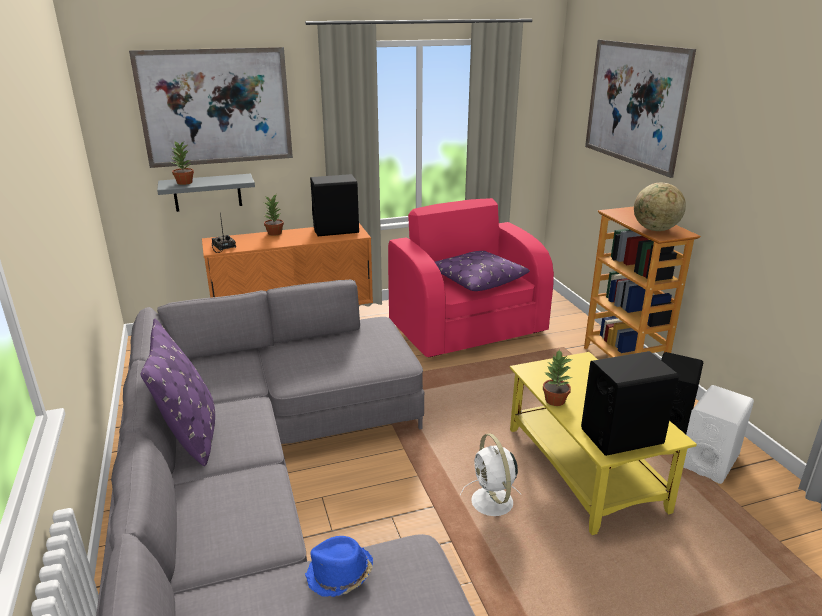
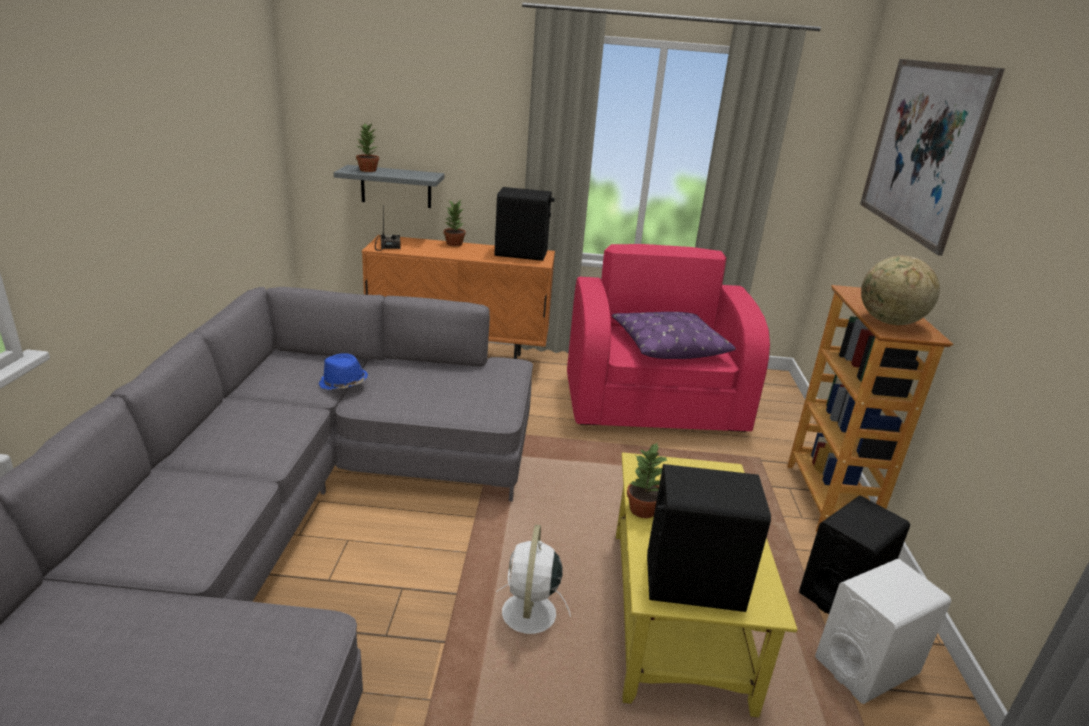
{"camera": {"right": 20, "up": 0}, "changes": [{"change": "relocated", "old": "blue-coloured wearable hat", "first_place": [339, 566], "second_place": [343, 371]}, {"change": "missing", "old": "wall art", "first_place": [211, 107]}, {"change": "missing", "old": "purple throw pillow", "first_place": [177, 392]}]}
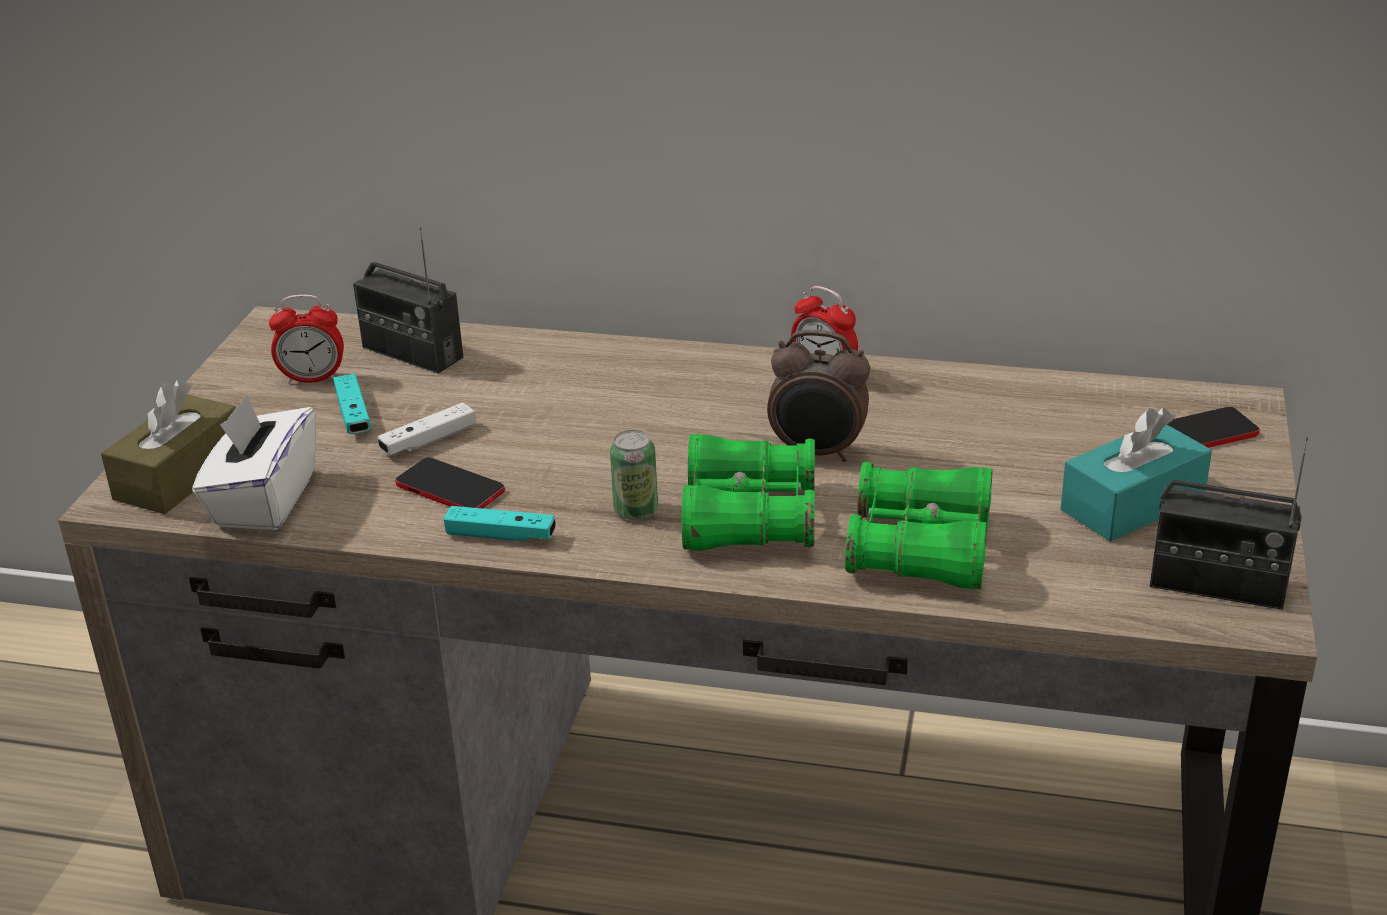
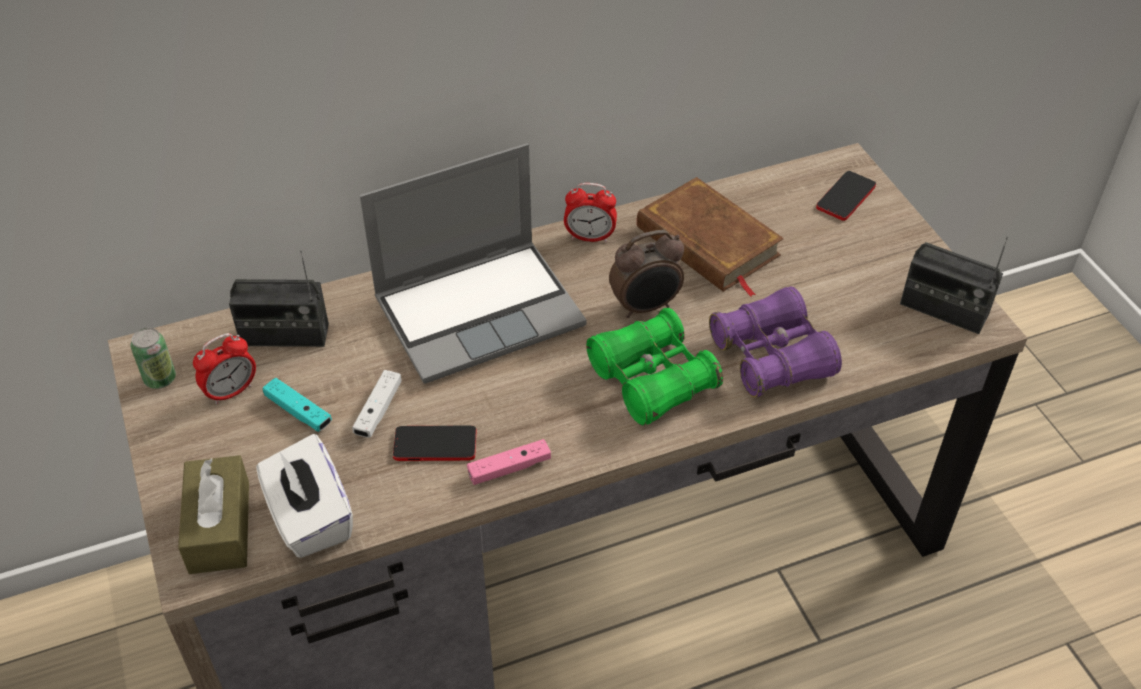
{"camera": {"right": -35, "up": 15}, "changes": [{"change": "relocated", "old": "metal can", "first_place": [634, 475], "second_place": [153, 358]}, {"change": "appeared", "new": "portable computer", "second_place": [473, 263]}, {"change": "colour", "old": "turquoise joypad", "new": "pink joypad", "first_place": [499, 523], "second_place": [509, 462]}, {"change": "appeared", "new": "brown-coloured bound book", "second_place": [710, 237]}, {"change": "colour", "old": "green-coloured pair of binoculars", "new": "purple pair of binoculars", "first_place": [919, 526], "second_place": [775, 341]}, {"change": "spun", "old": "radio receiver", "first_place": [1229, 523], "second_place": [954, 285], "degrees": 45}, {"change": "missing", "old": "turquoise tissue box", "first_place": [1136, 475]}]}
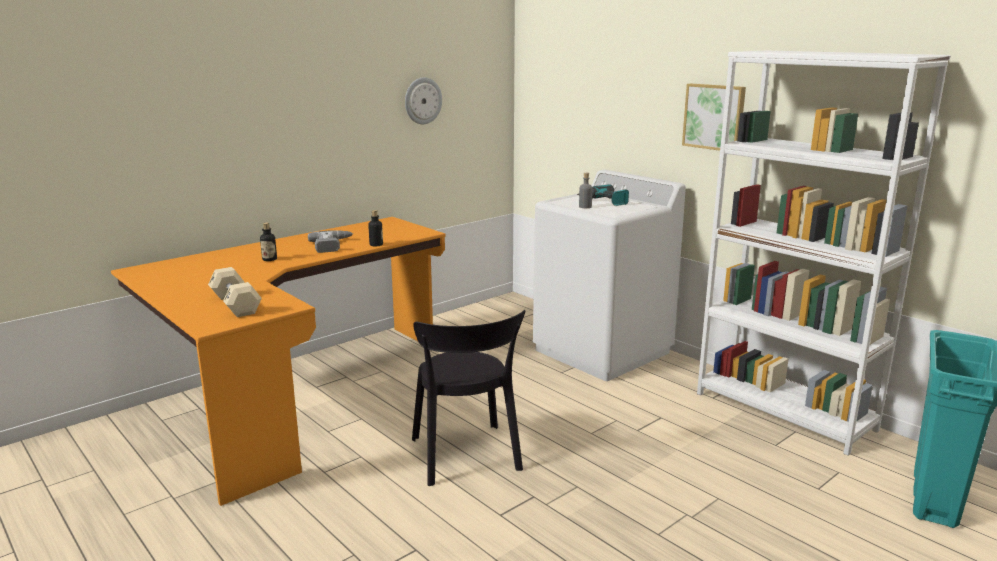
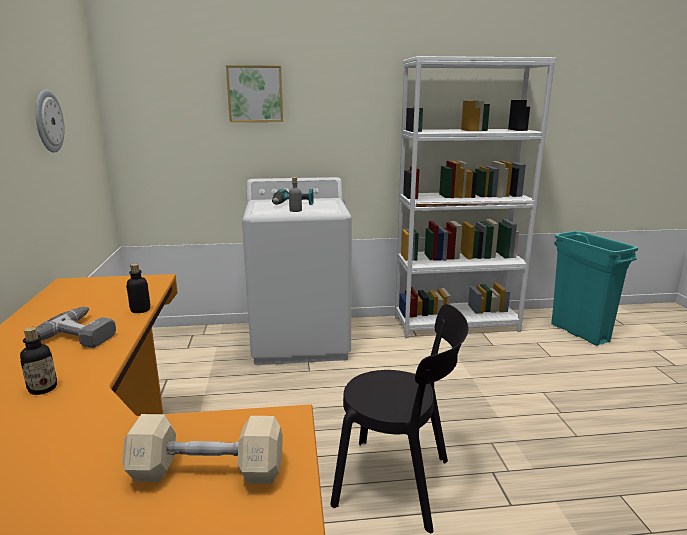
{"camera": {"right": -55, "up": 0}, "changes": [{"change": "relocated", "old": "wall art", "first_place": [714, 117], "second_place": [254, 93]}]}
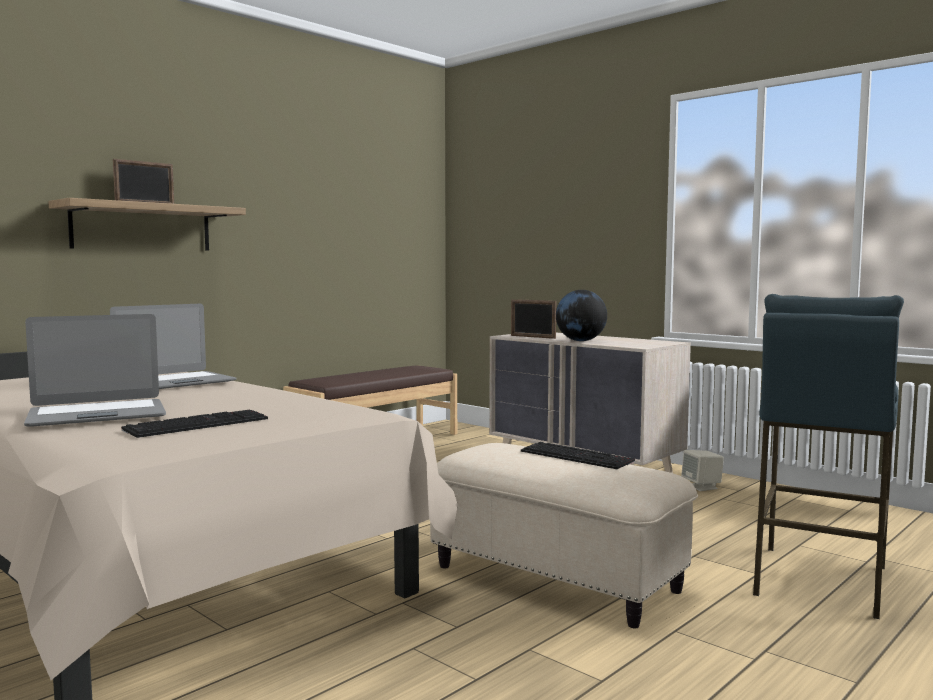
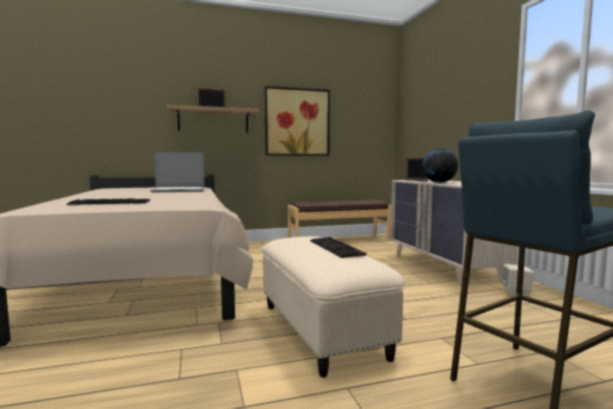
{"camera": {"right": 30, "up": 0}, "changes": [{"change": "appeared", "new": "wall art", "second_place": [297, 121]}, {"change": "missing", "old": "portable computer", "first_place": [95, 370]}]}
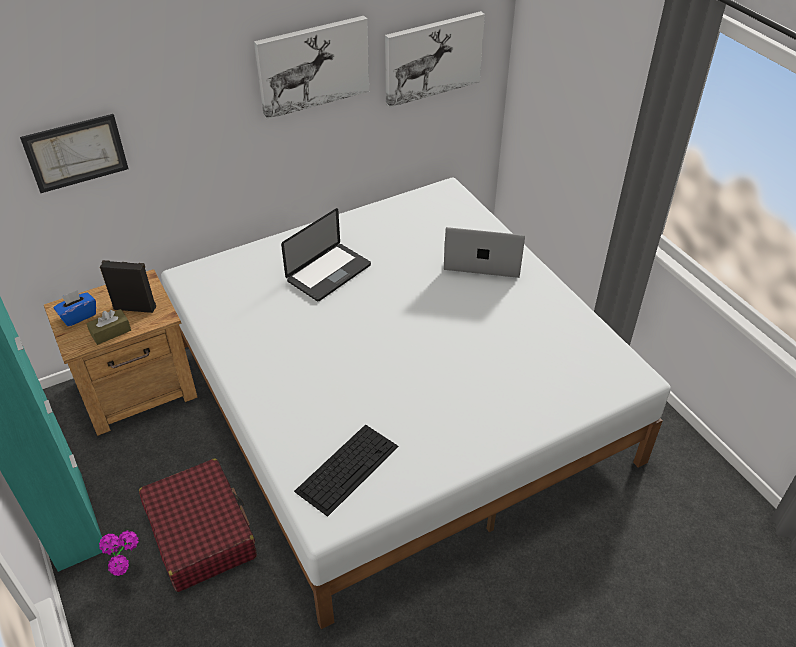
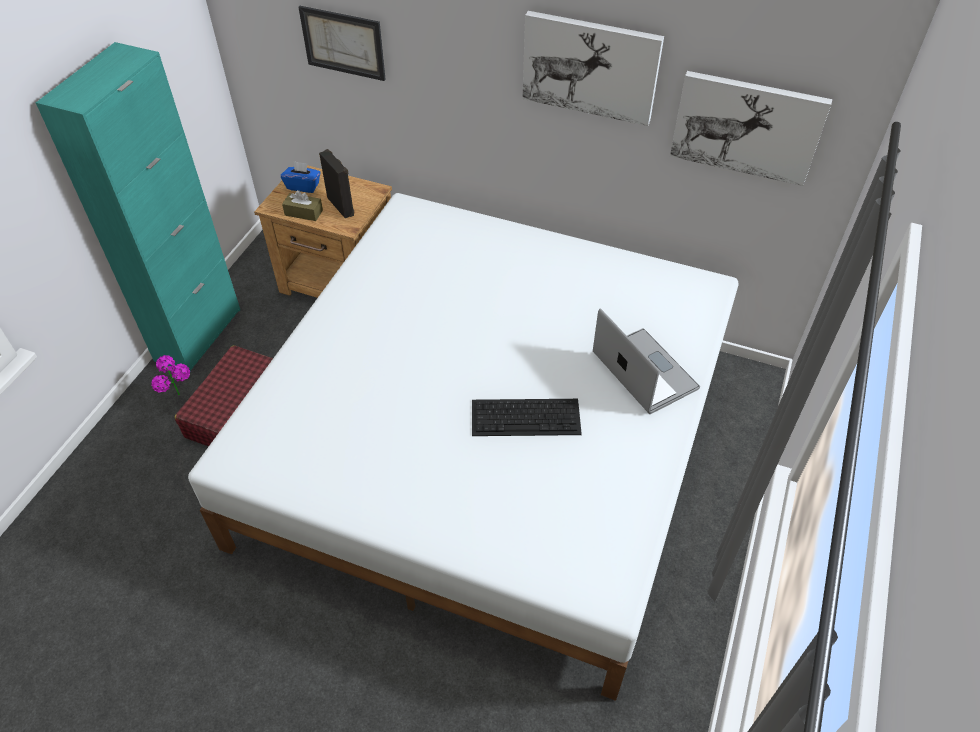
{"camera": {"right": 50, "up": 5}, "changes": [{"change": "relocated", "old": "PC keyboard", "first_place": [346, 470], "second_place": [527, 417]}, {"change": "missing", "old": "portable computer", "first_place": [326, 254]}]}
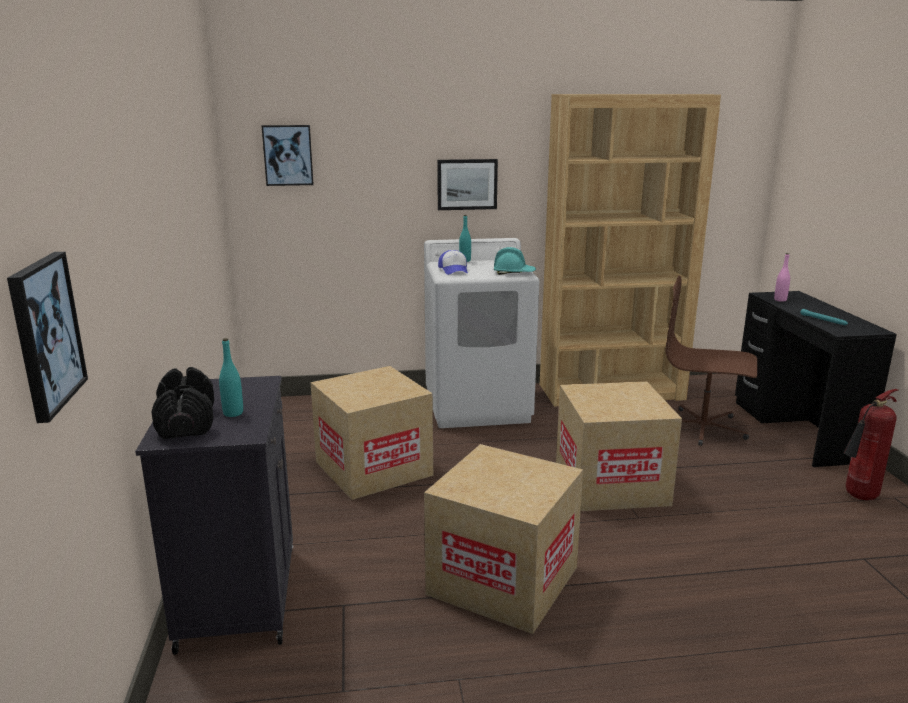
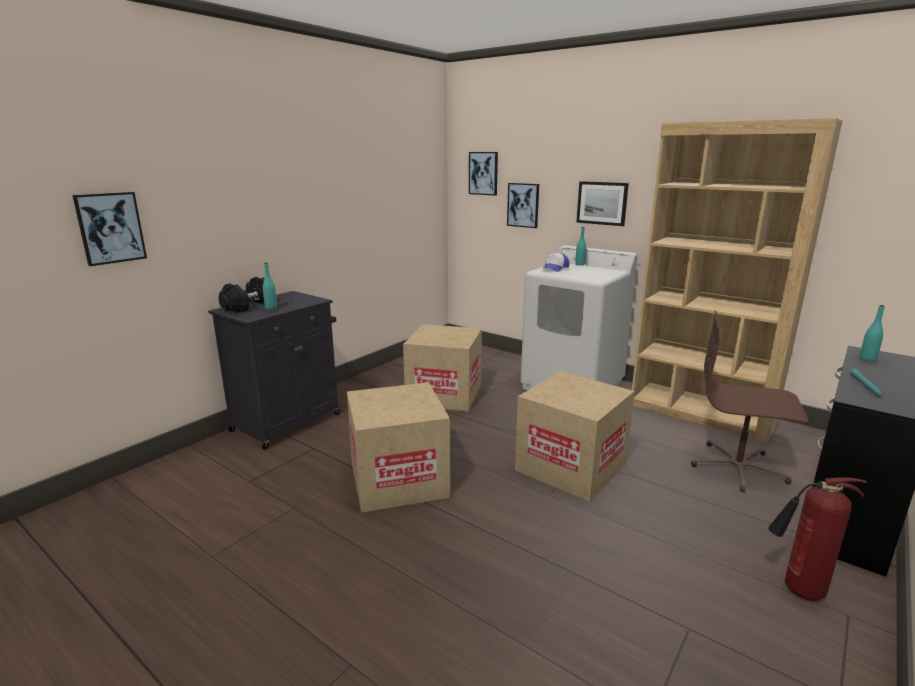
{"camera": {"right": 45, "up": 0}, "changes": [{"change": "appeared", "new": "wall art", "second_place": [523, 205]}, {"change": "spun", "old": "brown-coloured office chair", "first_place": [711, 361], "second_place": [750, 401], "degrees": -45}, {"change": "colour", "old": "pink bottle", "new": "turquoise bottle", "first_place": [782, 277], "second_place": [872, 333]}, {"change": "missing", "old": "turquoise hard hat", "first_place": [515, 261]}]}
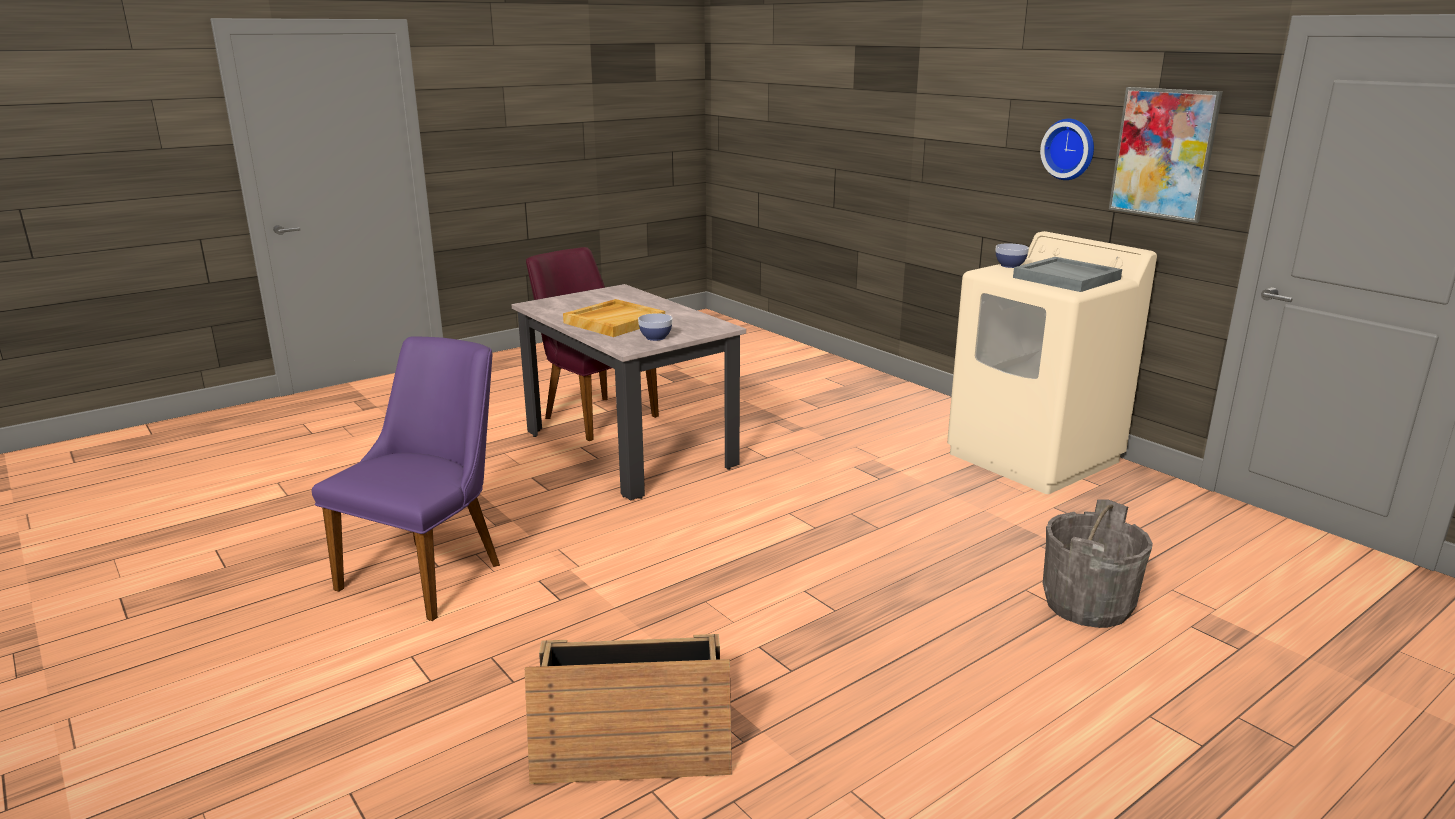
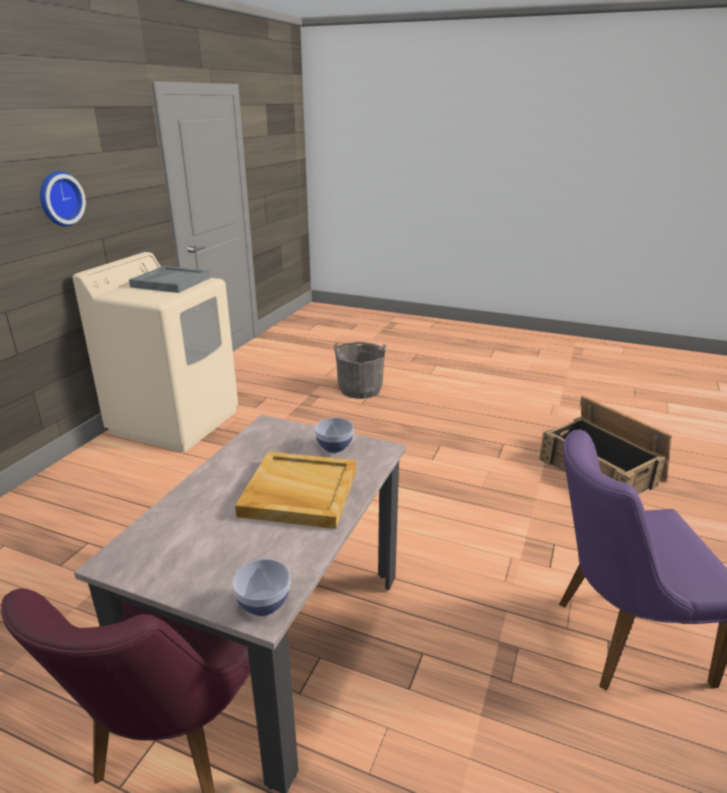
{"camera": {"right": -120, "up": 5}, "changes": [{"change": "relocated", "old": "bowl", "first_place": [1012, 255], "second_place": [261, 587]}, {"change": "missing", "old": "wall art", "first_place": [1165, 155]}]}
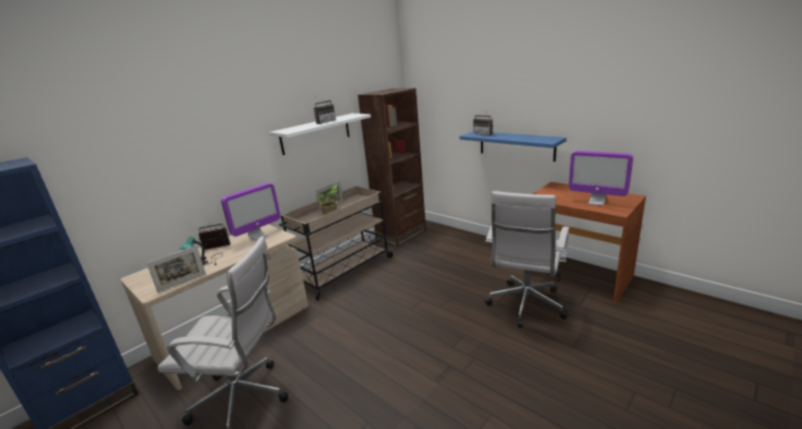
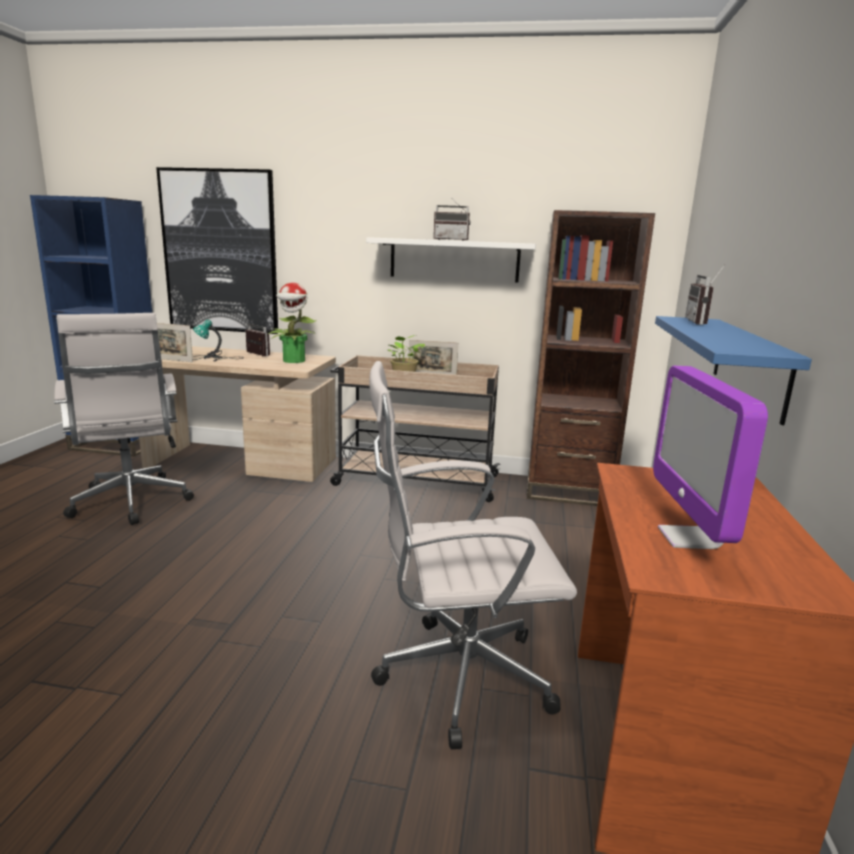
{"camera": {"right": 55, "up": -5}, "changes": [{"change": "appeared", "new": "wall art", "second_place": [217, 250]}, {"change": "exchanged", "old": "computer display", "new": "potted plant", "first_place": [251, 212], "second_place": [291, 322]}]}
